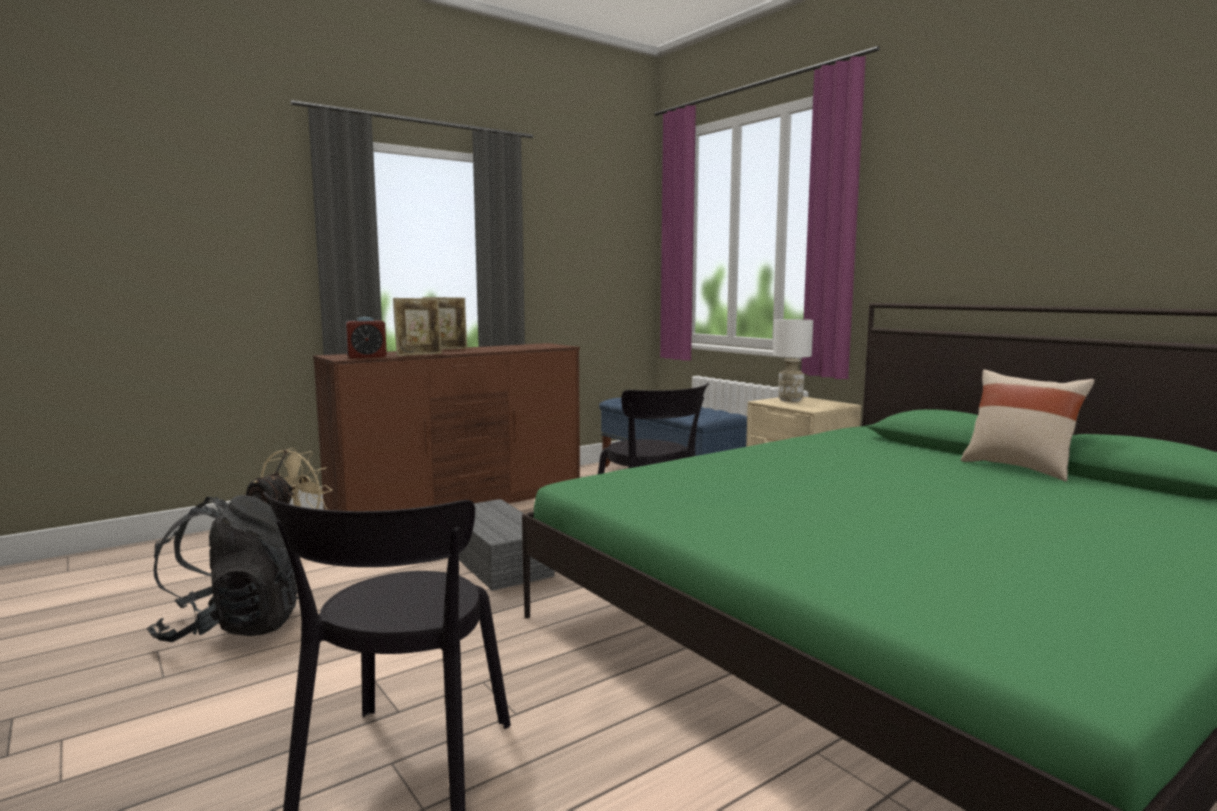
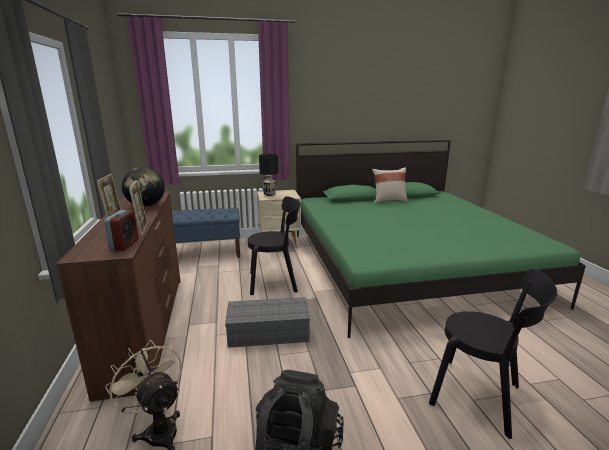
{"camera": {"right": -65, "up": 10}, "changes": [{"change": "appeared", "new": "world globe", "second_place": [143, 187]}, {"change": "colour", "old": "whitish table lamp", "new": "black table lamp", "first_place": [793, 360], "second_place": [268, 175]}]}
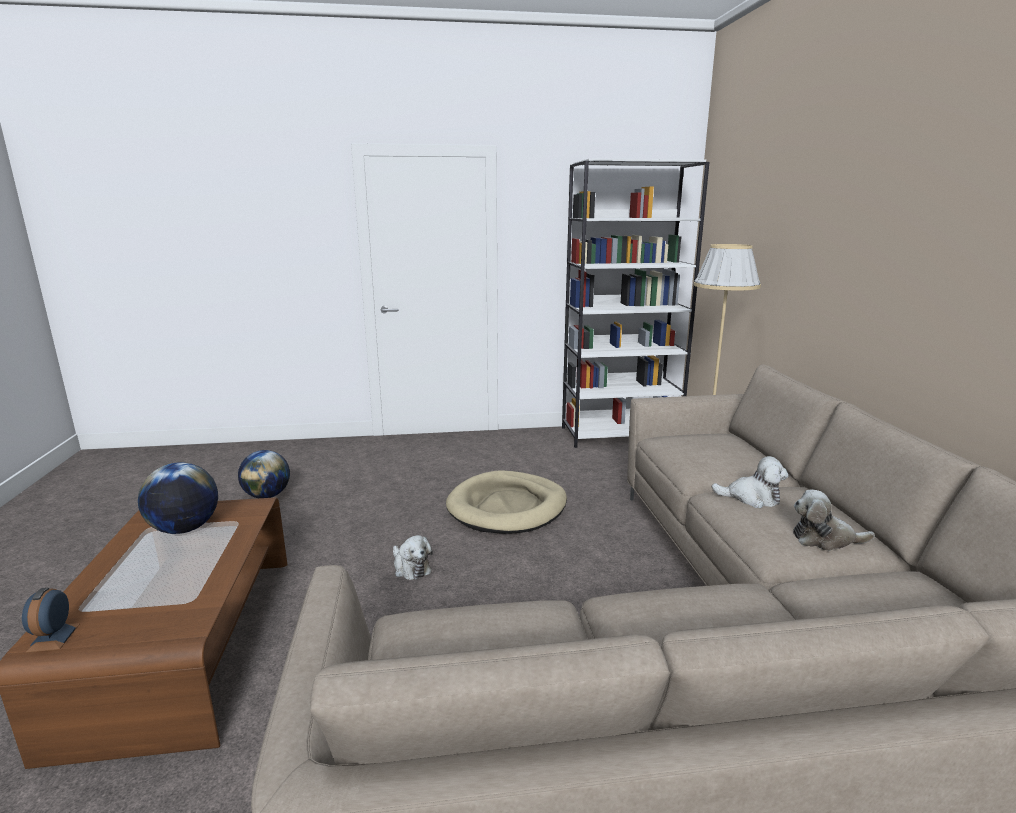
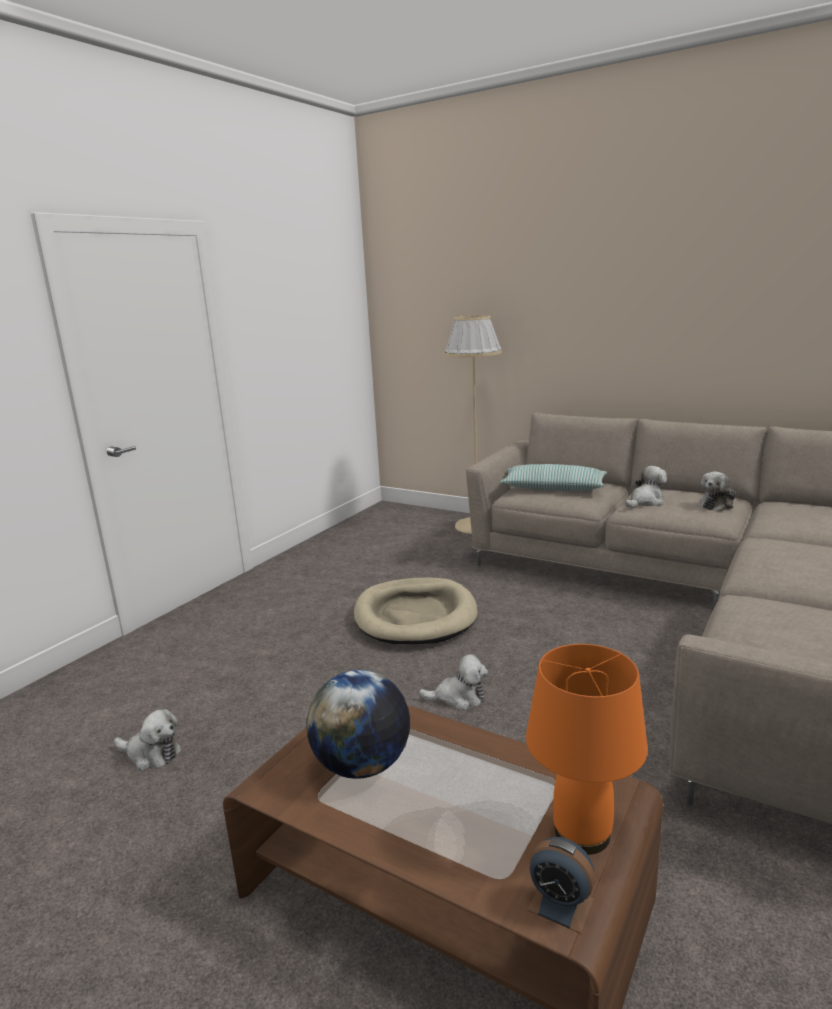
{"camera": {"right": -50, "up": 0}, "changes": [{"change": "exchanged", "old": "world globe", "new": "soft toy", "first_place": [264, 474], "second_place": [148, 740]}, {"change": "appeared", "new": "throw pillow", "second_place": [553, 477]}, {"change": "appeared", "new": "orange-coloured table lamp", "second_place": [587, 749]}, {"change": "missing", "old": "whitish bookshelf", "first_place": [636, 303]}]}
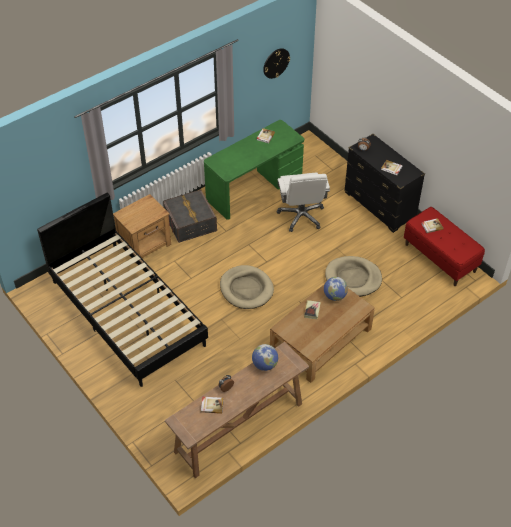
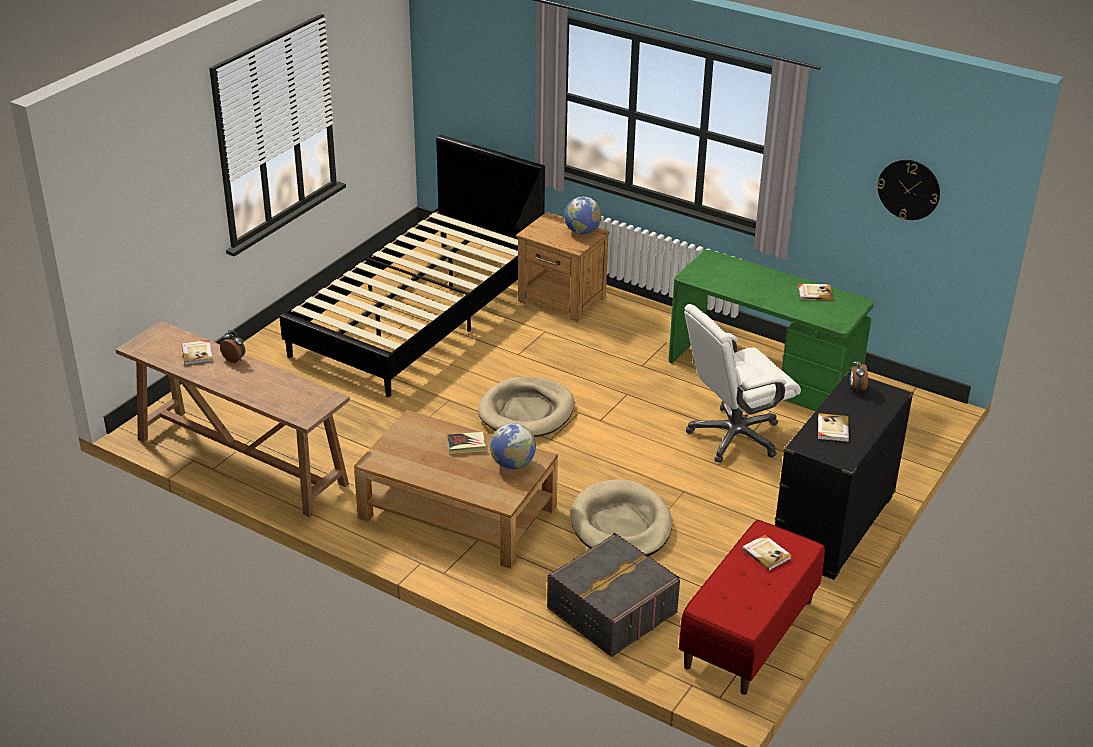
{"camera": {"right": 70, "up": -15}, "changes": [{"change": "relocated", "old": "grey storage box", "first_place": [190, 216], "second_place": [613, 595]}, {"change": "relocated", "old": "world globe", "first_place": [265, 357], "second_place": [583, 215]}]}
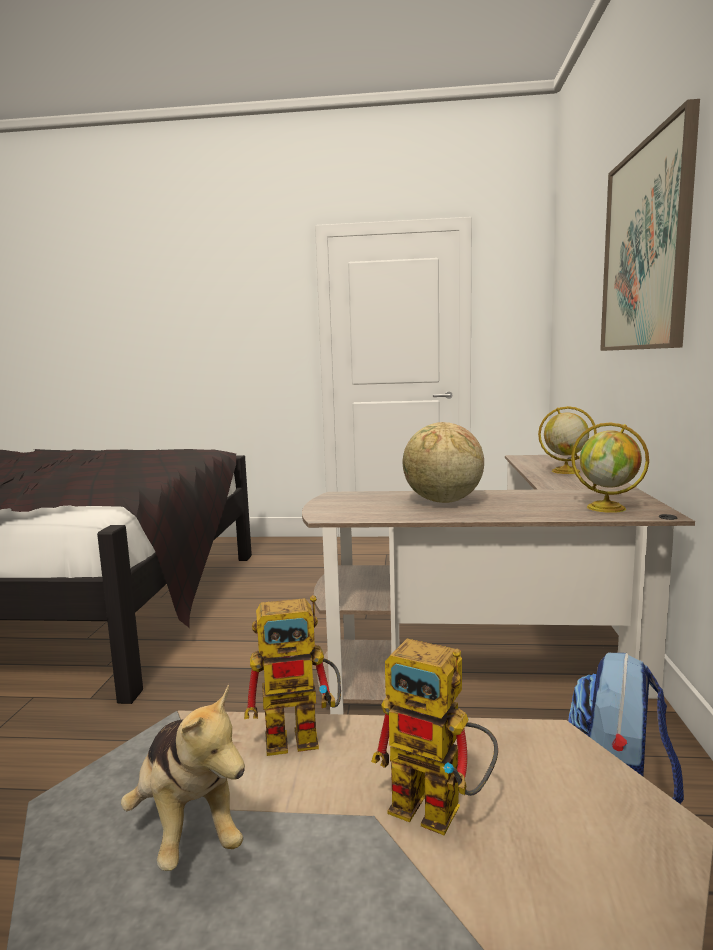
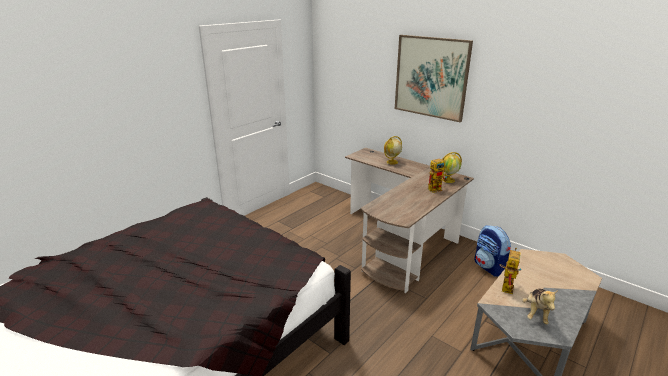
{"camera": {"right": -55, "up": 15}, "changes": [{"change": "relocated", "old": "model robot", "first_place": [434, 737], "second_place": [437, 175]}, {"change": "spun", "old": "soft toy", "first_place": [183, 777], "second_place": [540, 306], "degrees": 105}, {"change": "missing", "old": "world globe", "first_place": [443, 462]}]}
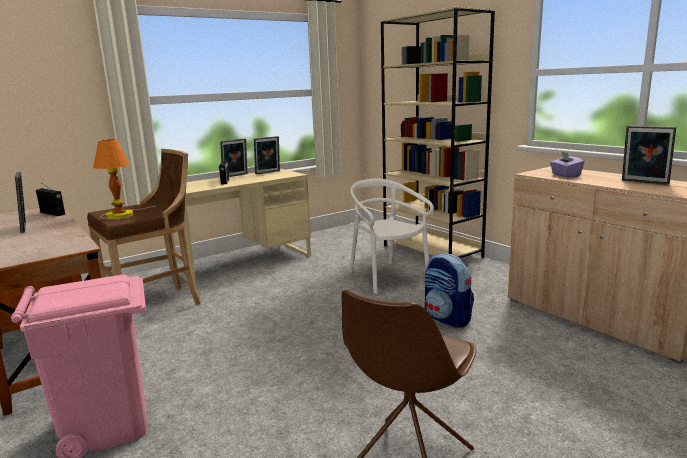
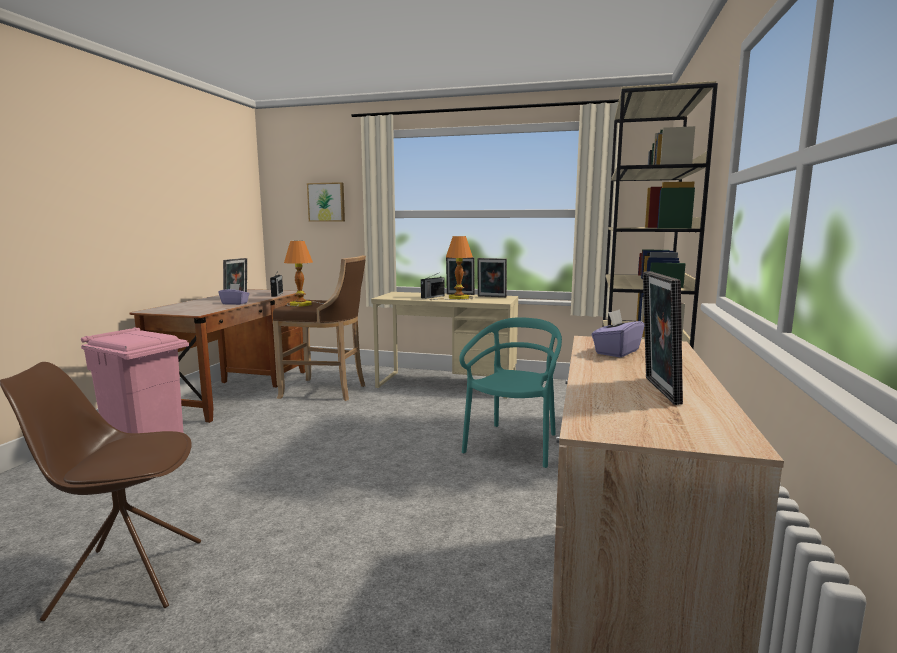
{"camera": {"right": 50, "up": -5}, "changes": [{"change": "appeared", "new": "purple tissue box", "second_place": [234, 294]}, {"change": "appeared", "new": "wall art", "second_place": [326, 202]}, {"change": "appeared", "new": "table lamp", "second_place": [451, 268]}, {"change": "colour", "old": "whitish upright chair", "new": "turquoise upright chair", "first_place": [392, 236], "second_place": [510, 392]}, {"change": "missing", "old": "rucksack", "first_place": [449, 290]}]}
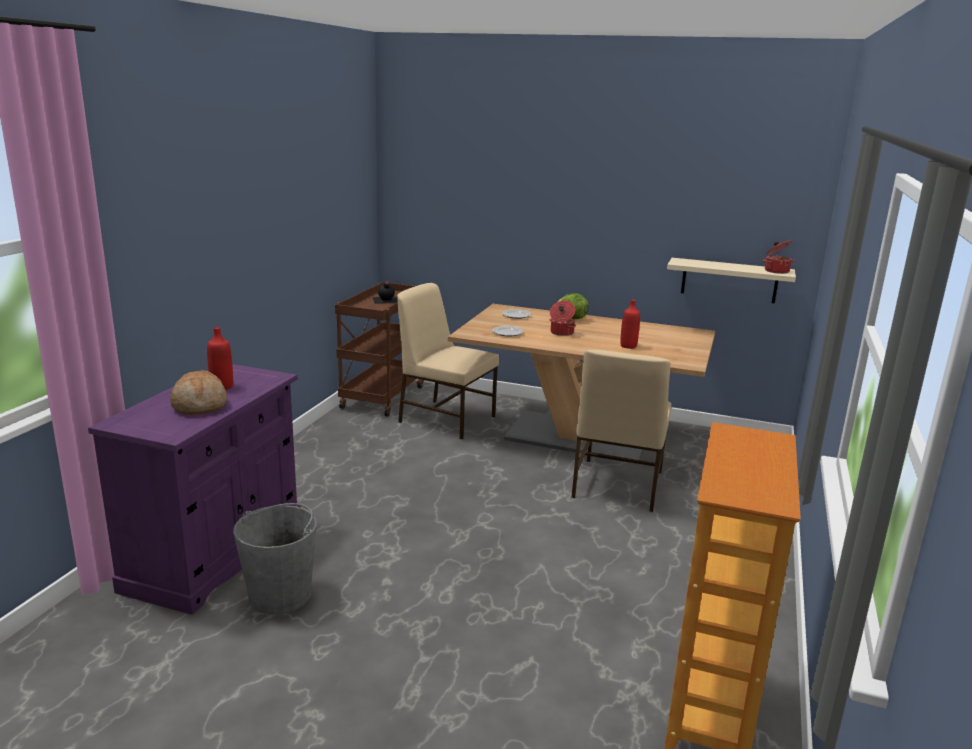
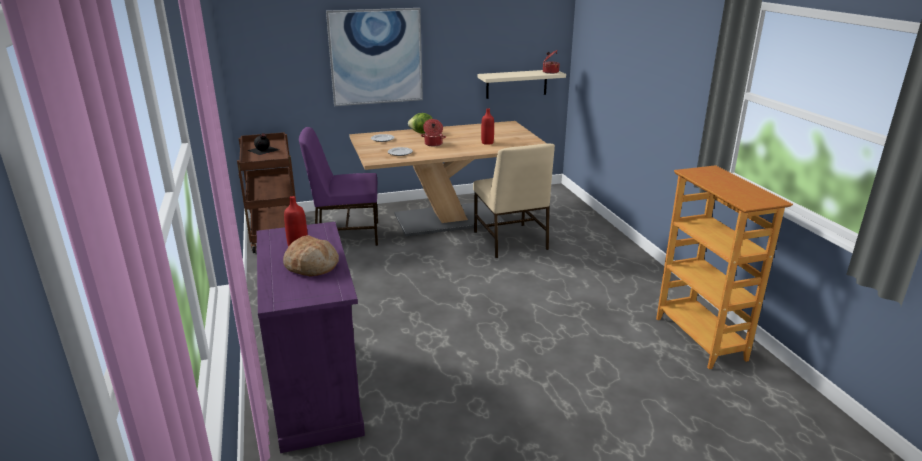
{"camera": {"right": -35, "up": 5}, "changes": [{"change": "colour", "old": "beige upright chair", "new": "purple upright chair", "first_place": [448, 361], "second_place": [338, 186]}, {"change": "appeared", "new": "wall art", "second_place": [374, 57]}, {"change": "missing", "old": "grey bucket", "first_place": [275, 559]}]}
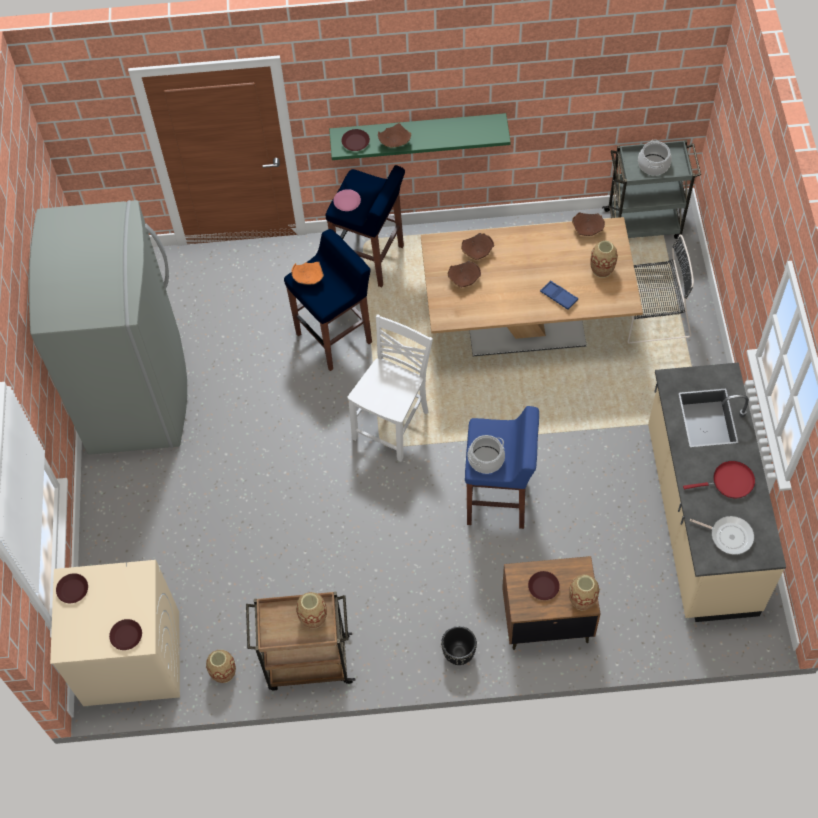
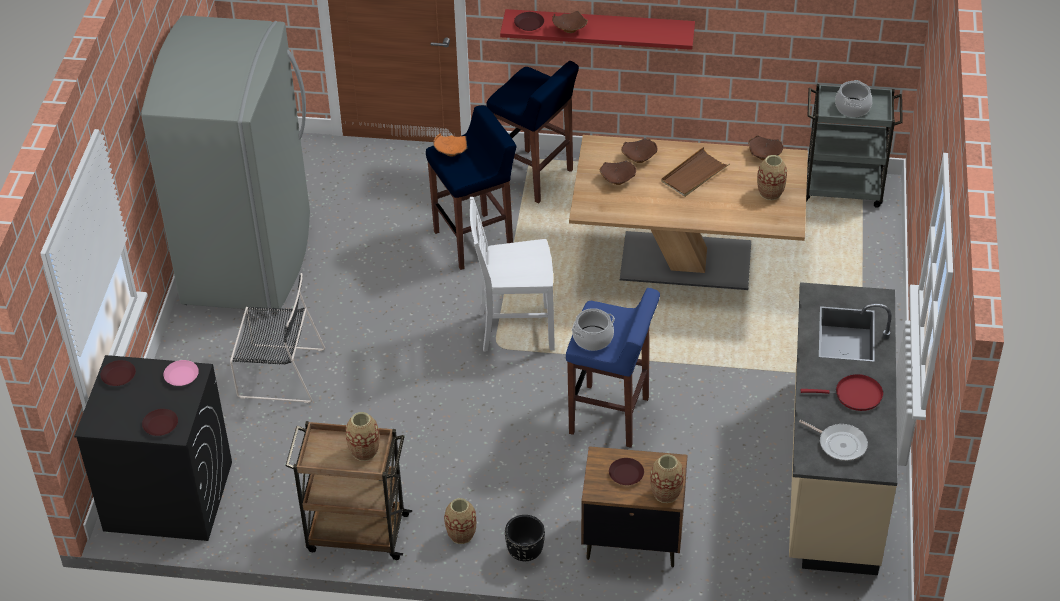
{"camera": {"right": 10, "up": -15}, "changes": [{"change": "colour", "old": "beige washing machine", "new": "black washing machine", "first_place": [115, 633], "second_place": [153, 448]}, {"change": "relocated", "old": "pink flat dish", "first_place": [347, 200], "second_place": [181, 373]}, {"change": "relocated", "old": "black upright chair", "first_place": [660, 288], "second_place": [277, 338]}, {"change": "relocated", "old": "vase", "first_place": [221, 666], "second_place": [460, 521]}, {"change": "spun", "old": "whitish upright chair", "first_place": [390, 388], "second_place": [512, 274], "degrees": -135}, {"change": "colour", "old": "green-coloured bracket shelf", "new": "red bracket shelf", "first_place": [420, 136], "second_place": [597, 29]}, {"change": "appeared", "new": "brown-coloured carrying tray", "second_place": [695, 172]}, {"change": "missing", "old": "blue-coloured carrying tray", "first_place": [559, 295]}]}
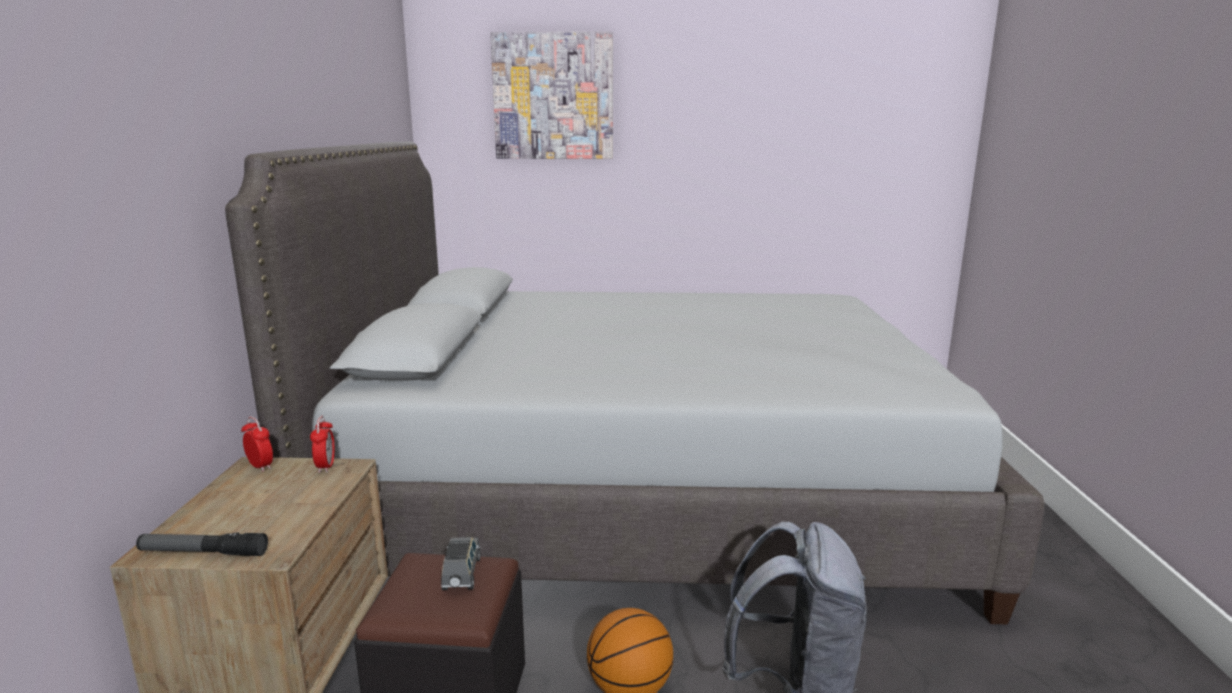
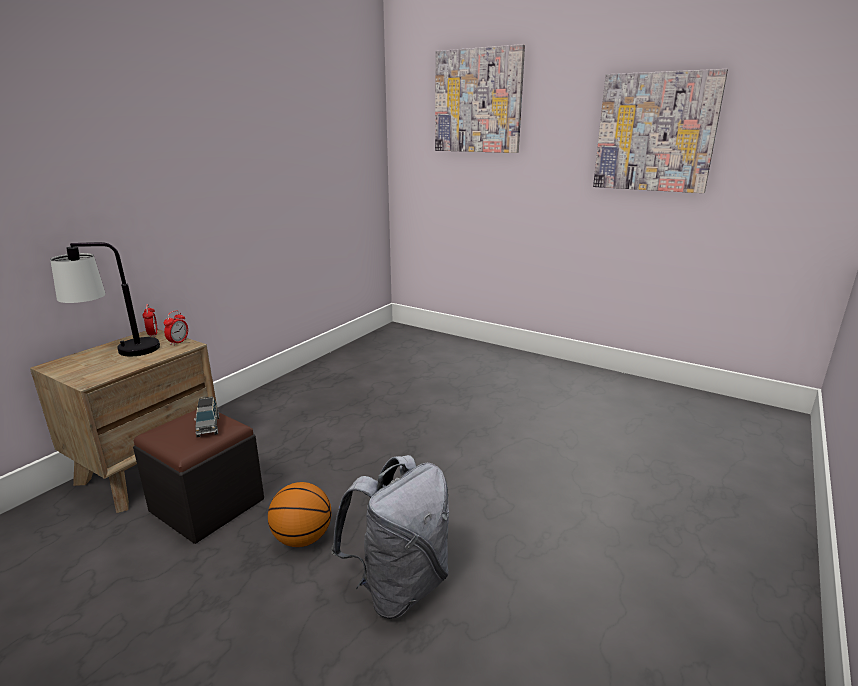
{"camera": {"right": 30, "up": 5}, "changes": [{"change": "appeared", "new": "table lamp", "second_place": [105, 299]}, {"change": "spun", "old": "grey miniature car", "first_place": [460, 563], "second_place": [206, 416], "degrees": 135}, {"change": "appeared", "new": "wall art", "second_place": [660, 131]}, {"change": "missing", "old": "torch", "first_place": [202, 544]}, {"change": "missing", "old": "grey bed", "first_place": [634, 382]}]}
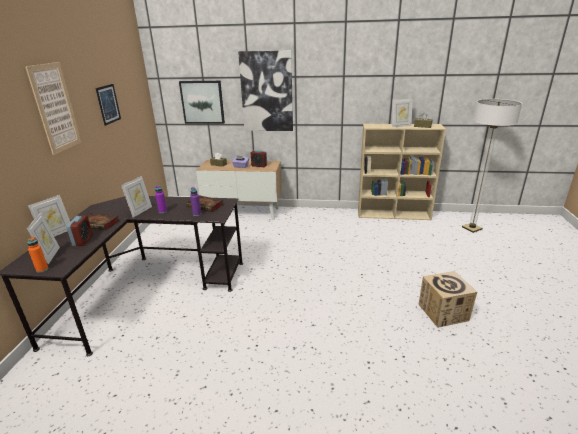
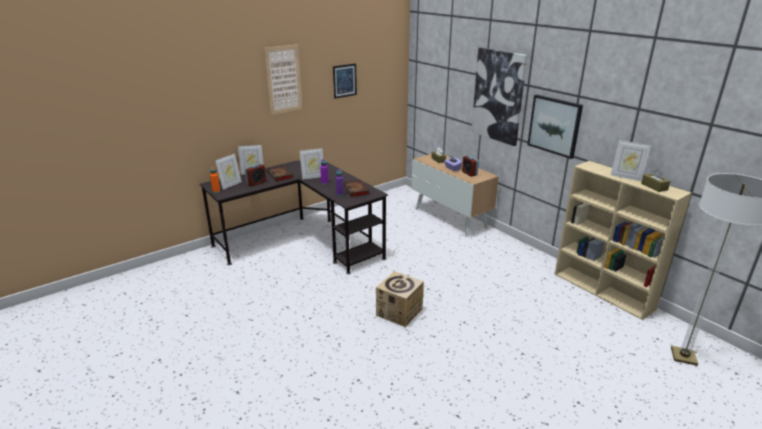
{"camera": {"right": 45, "up": 0}, "changes": [{"change": "relocated", "old": "cardboard box", "first_place": [447, 299], "second_place": [400, 299]}, {"change": "relocated", "old": "wall art", "first_place": [202, 102], "second_place": [555, 127]}]}
